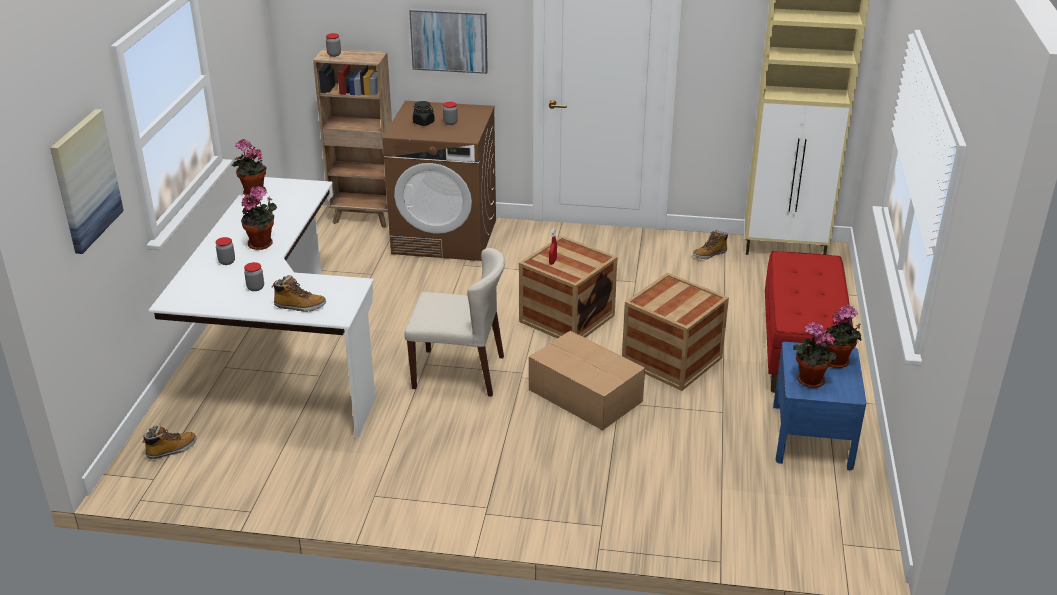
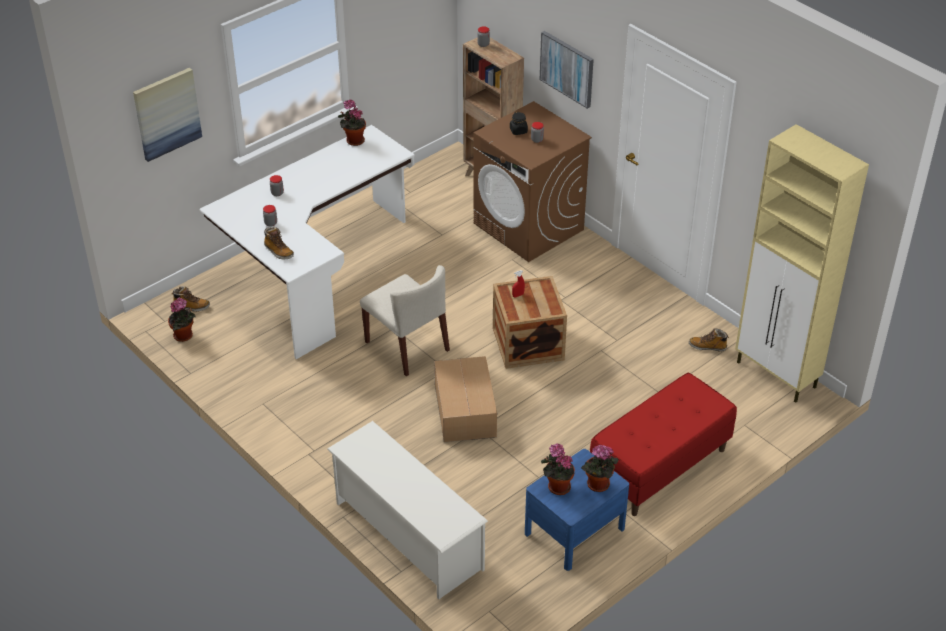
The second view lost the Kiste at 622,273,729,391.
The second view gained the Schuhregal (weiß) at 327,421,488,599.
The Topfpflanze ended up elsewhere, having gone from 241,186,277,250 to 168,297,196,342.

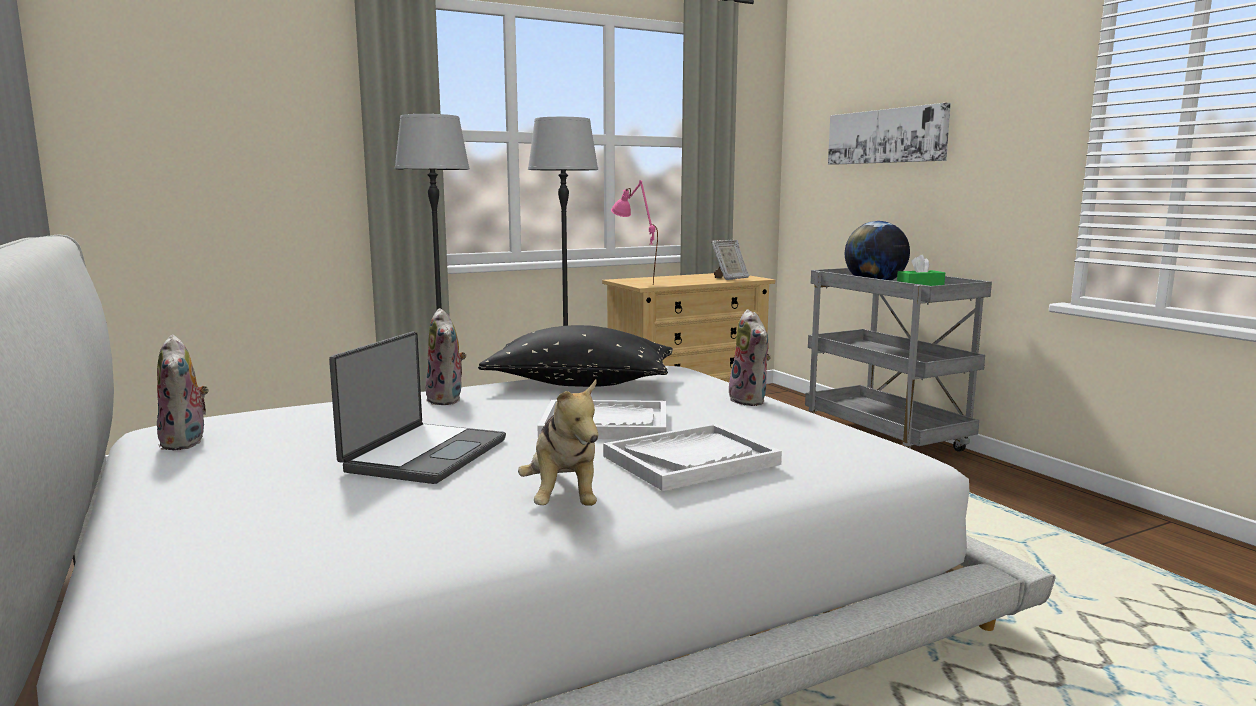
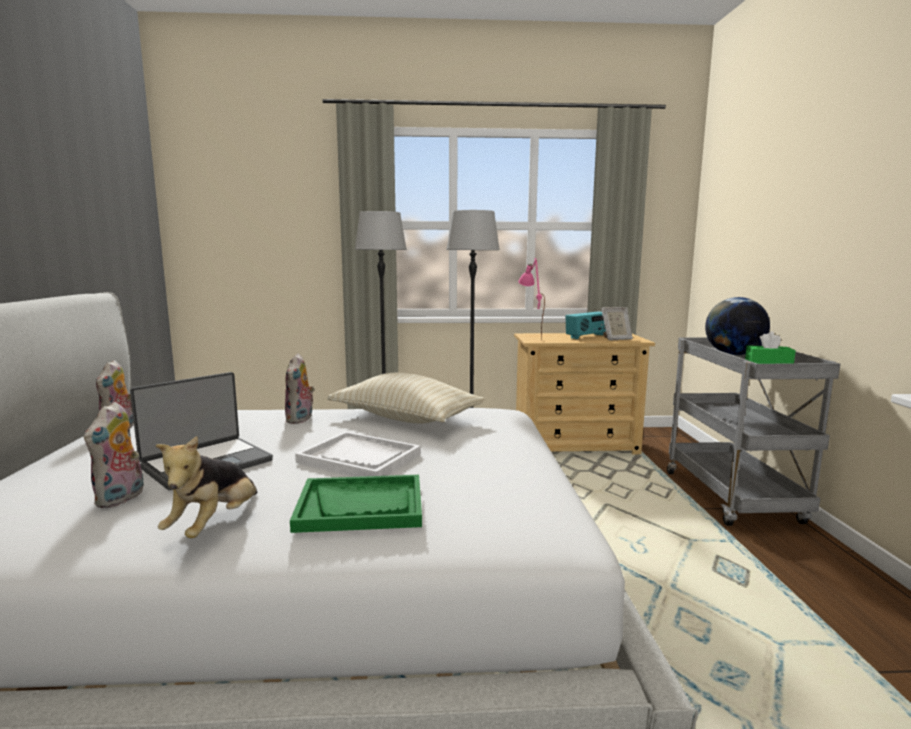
The second view lost the Bild at 828,103,951,165.
The second view gained the Radio at 566,311,606,339.
The Plüschtier ended up elsewhere, having gone from 729,309,770,406 to 84,402,144,508.
What was the Kissen (schwarz) at 478,325,673,387 turned into the Kissen (beige) at 327,373,485,424.
What was the Tablett (weiß) at 603,423,782,491 turned into the Tablett (grün) at 290,475,422,533.

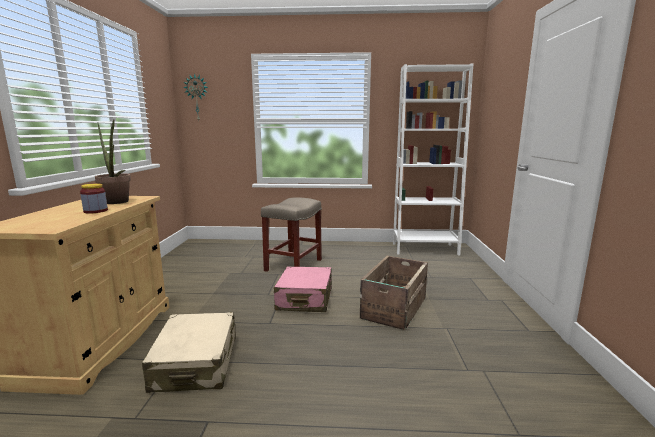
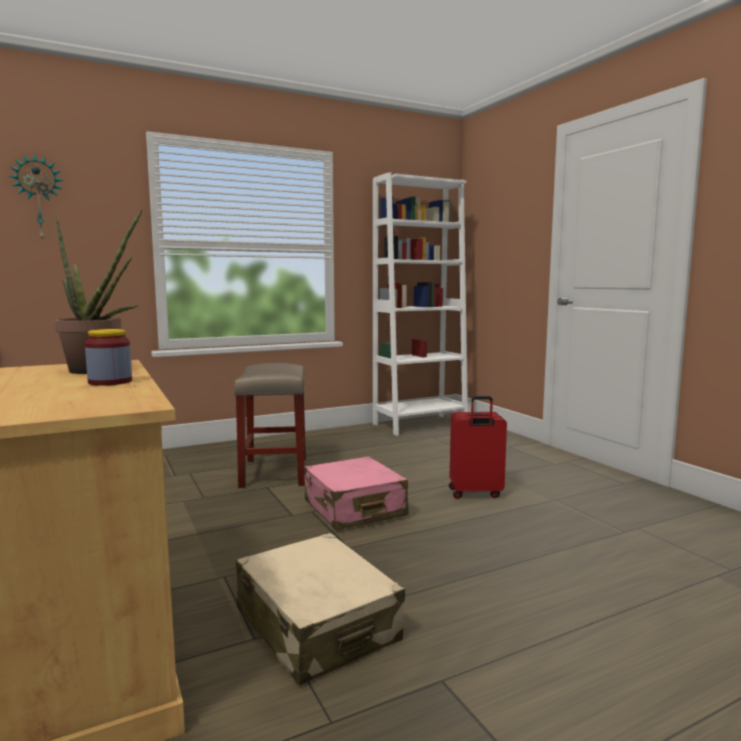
Where the Kiste stood at 360,256,428,330, the Koffer (rot) came to stand at 449,396,507,499.

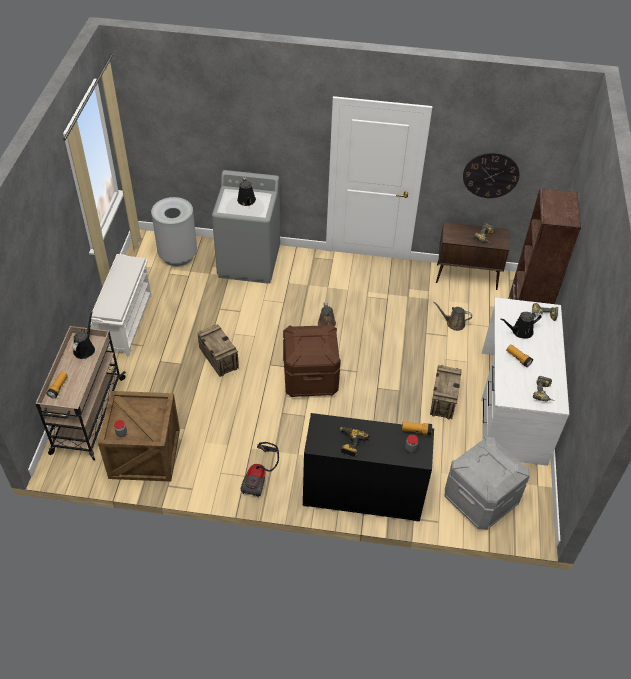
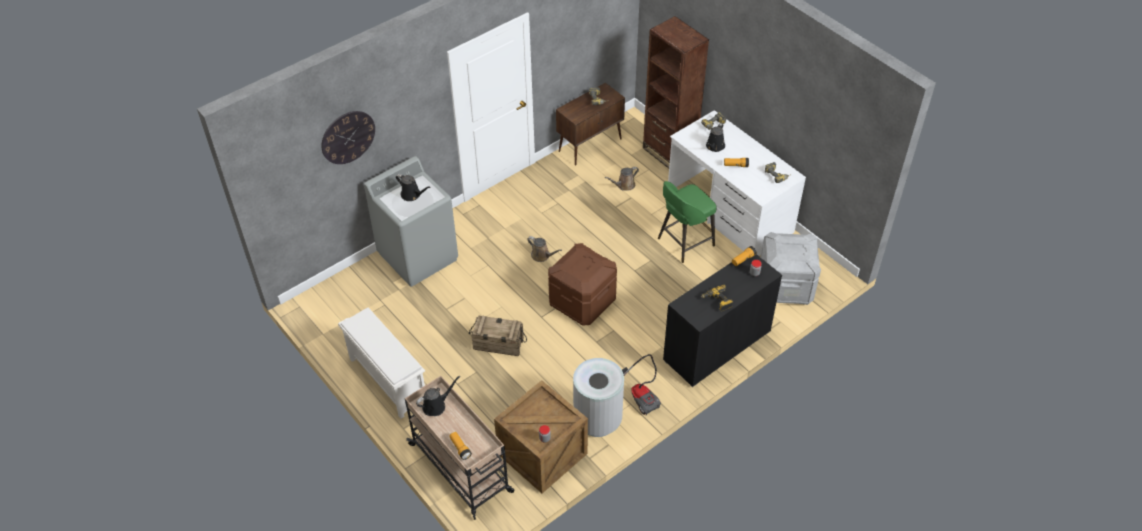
The Mülleimer (grau) ended up elsewhere, having gone from 151,197,197,266 to 573,358,624,437.
The Wanduhr ended up elsewhere, having gone from 463,152,519,198 to 321,111,375,164.
Where the Kiste stood at 430,365,462,420, the Hocker (grün) came to stand at 658,181,717,263.
The Gießkanne (schwarz) at 73,311,95,359 ended up facing another way, 90 degrees clockwise from before.

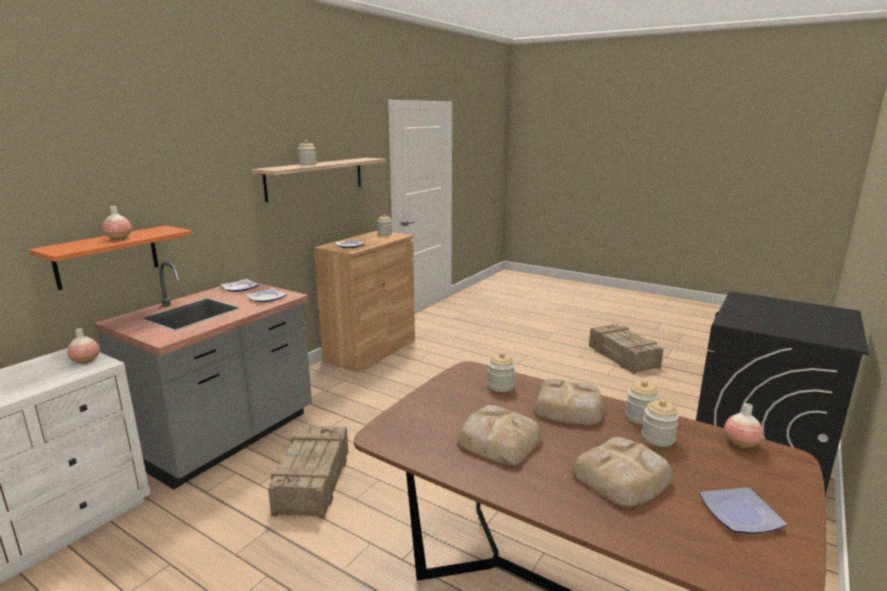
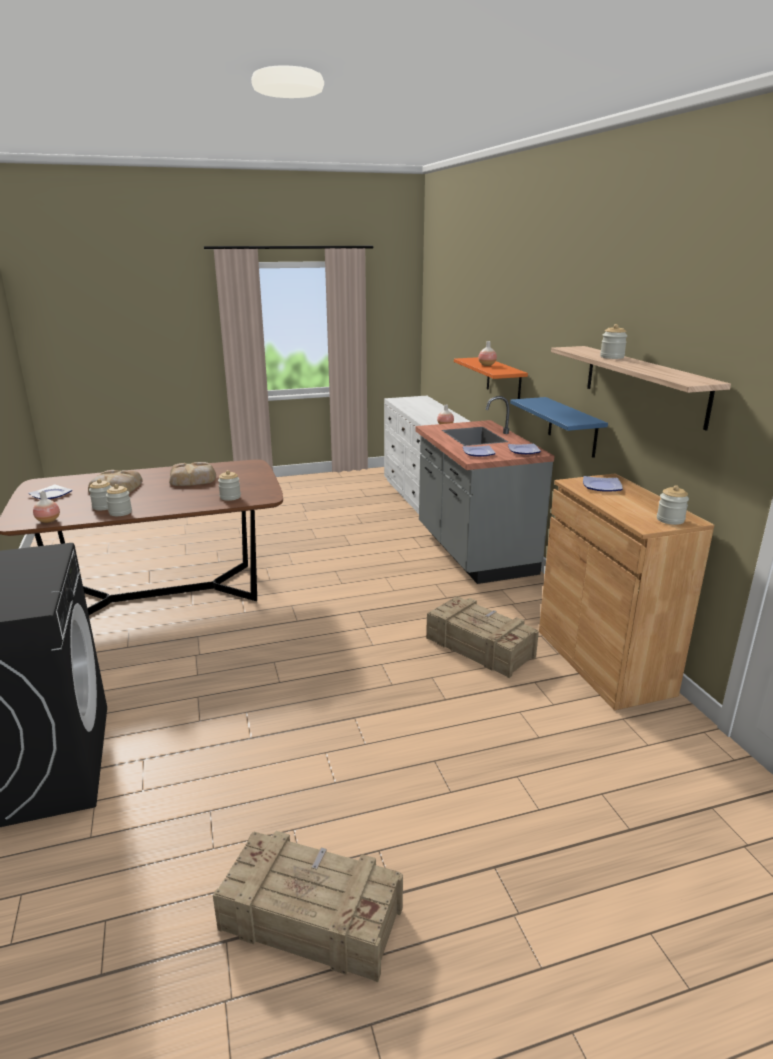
The second view lost the Brot at 534,379,605,425.
The second view gained the Wandregal (blau) at 510,397,608,458.
The Kiste ended up elsewhere, having gone from 268,426,348,519 to 426,596,539,678.

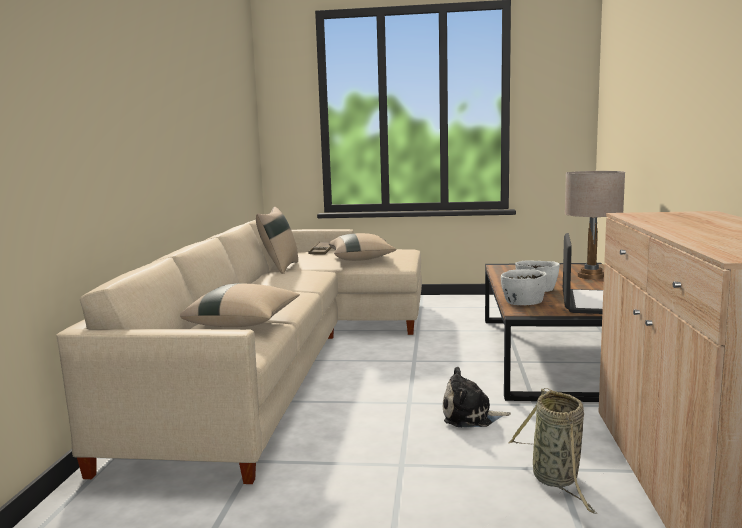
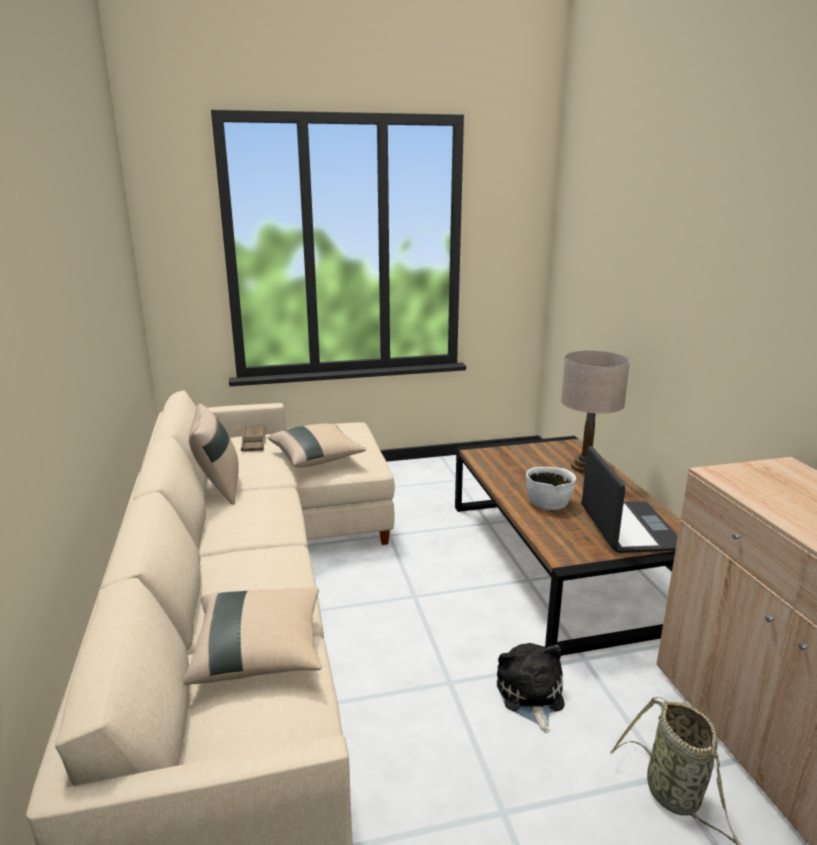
The second view lost the Schüssel (weiß) at 501,269,547,305.
The Plüschtier at 443,367,511,427 ended up facing another way, 105 degrees clockwise from before.

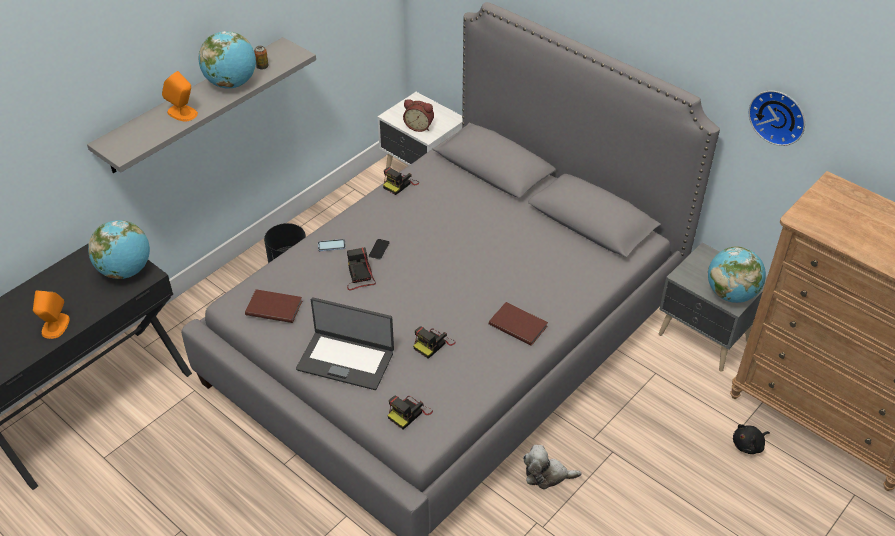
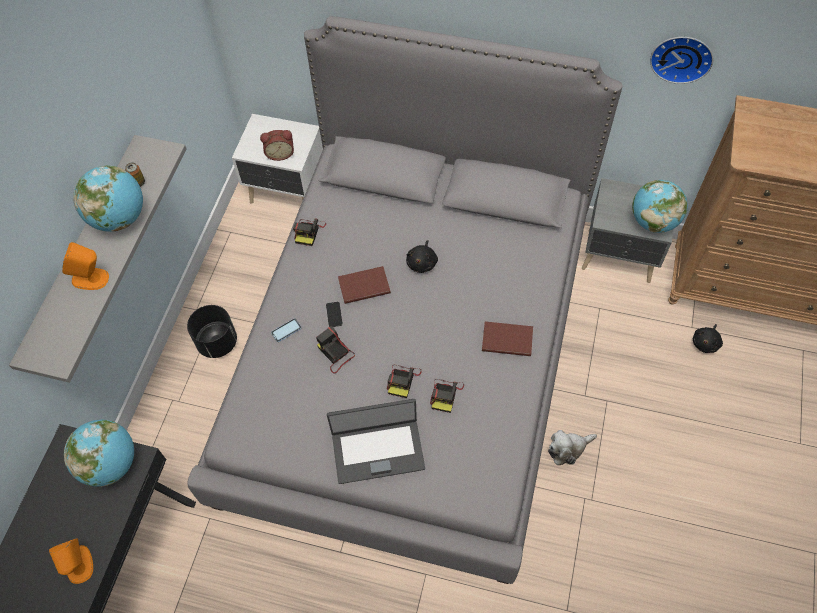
The second view gained the Plüschtier (schwarz) at 406,240,438,273.
The Buch (braun) ended up elsewhere, having gone from 245,289,302,323 to 338,266,391,304.
The Kamera ended up elsewhere, having gone from 387,396,433,429 to 387,365,422,398.

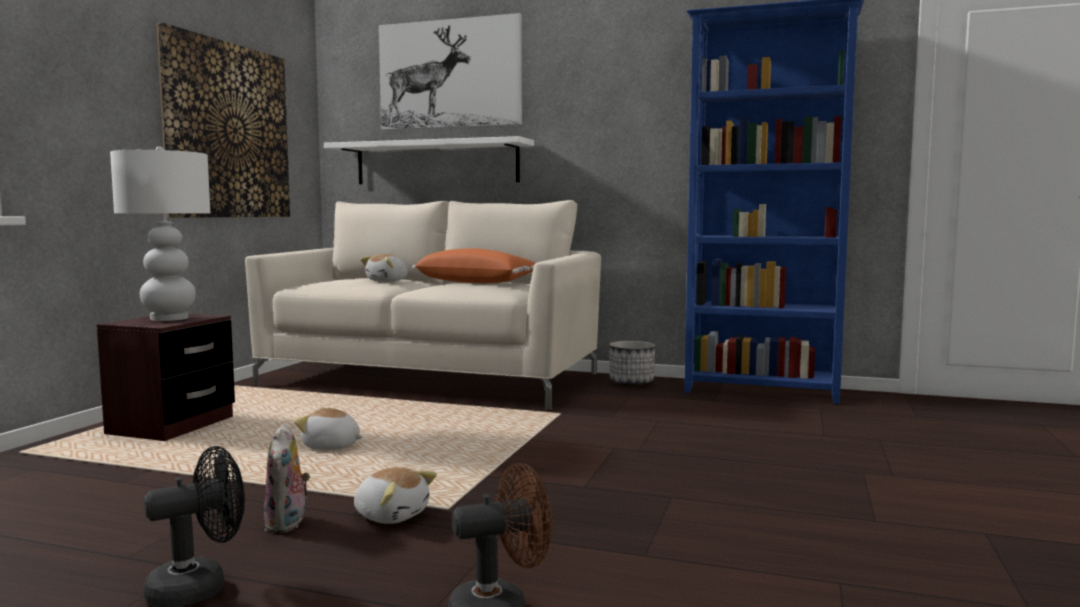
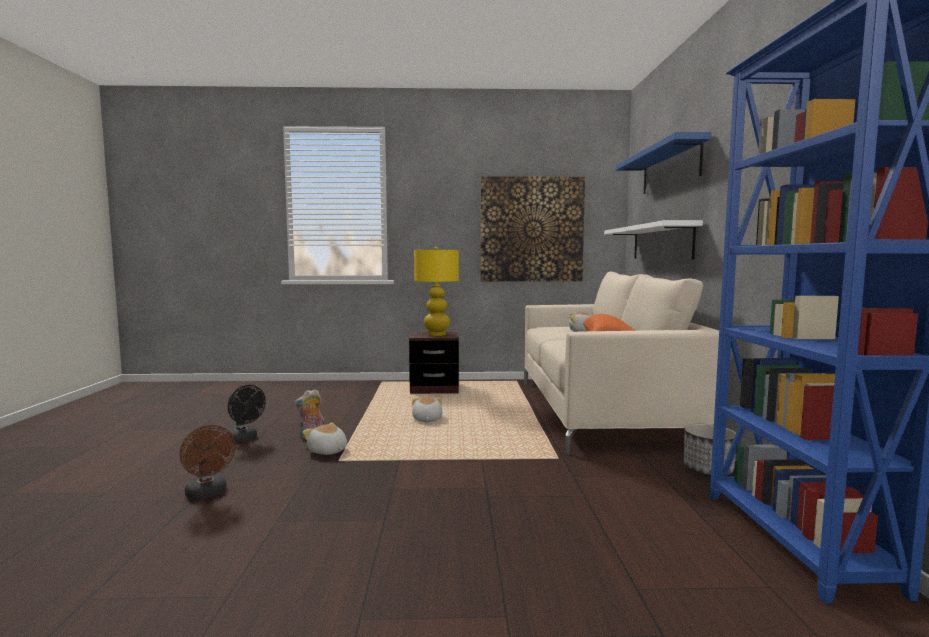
Where the Bild hung at 379,13,522,130, the Wandregal (blau) came to hang at 615,132,711,194.
What was the Tischlampe (weiß) at 110,146,210,321 turned into the Tischlampe (gelb) at 414,247,459,336.
The Plüschtier at 354,467,437,524 ended up facing another way, 120 degrees clockwise from before.

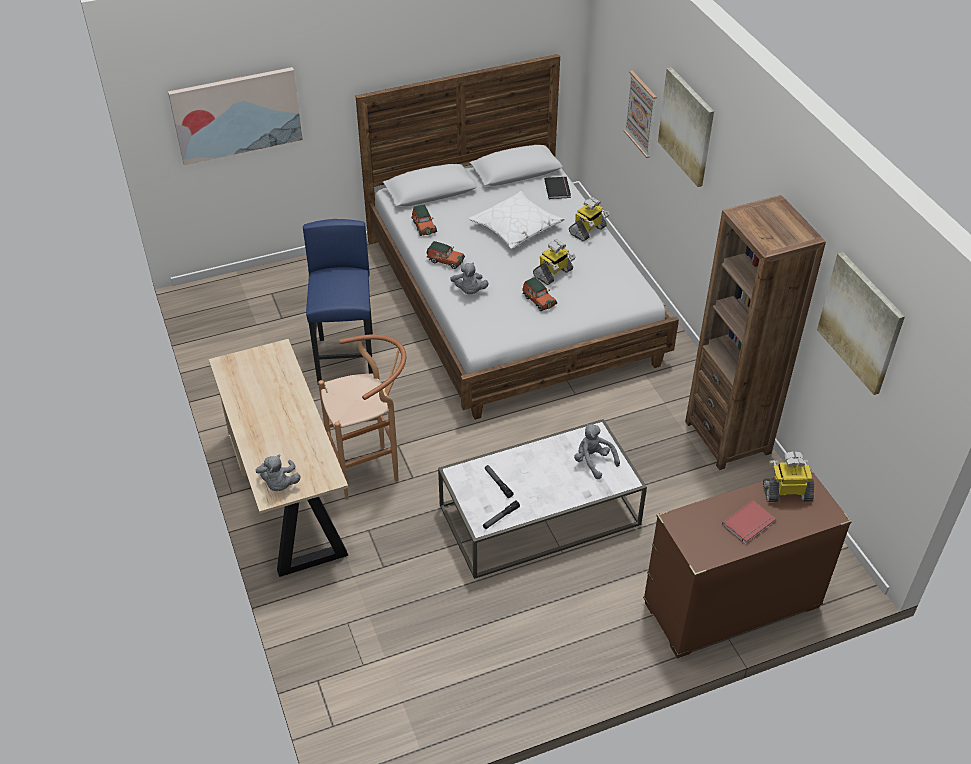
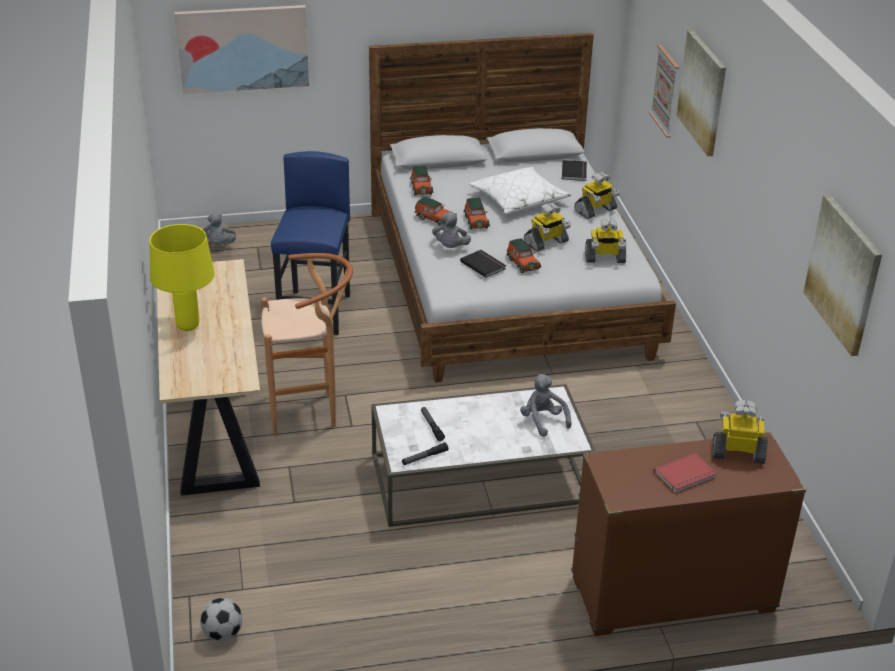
The second view lost the Bücherregal (braun) at 685,195,826,470.
The second view gained the Tischlampe (gelb) at 149,224,214,331.
The second view gained the Fußball at 200,598,242,641.
The second view gained the Buch (schwarz) at 460,250,506,278.
The second view gained the Spielzeugauto at 464,198,490,230.
The second view gained the Spielzeugroboter at 585,218,626,263.
The Plüschtier (grau) ended up elsewhere, having gone from 256,455,301,491 to 203,213,236,245.

